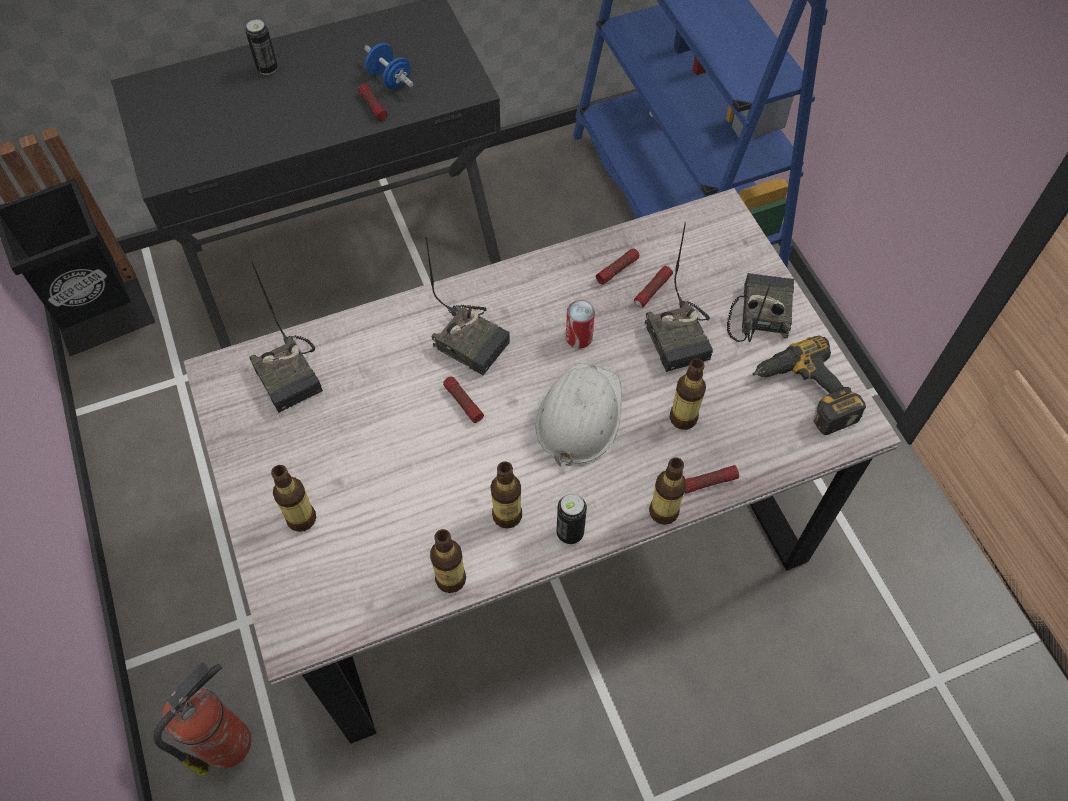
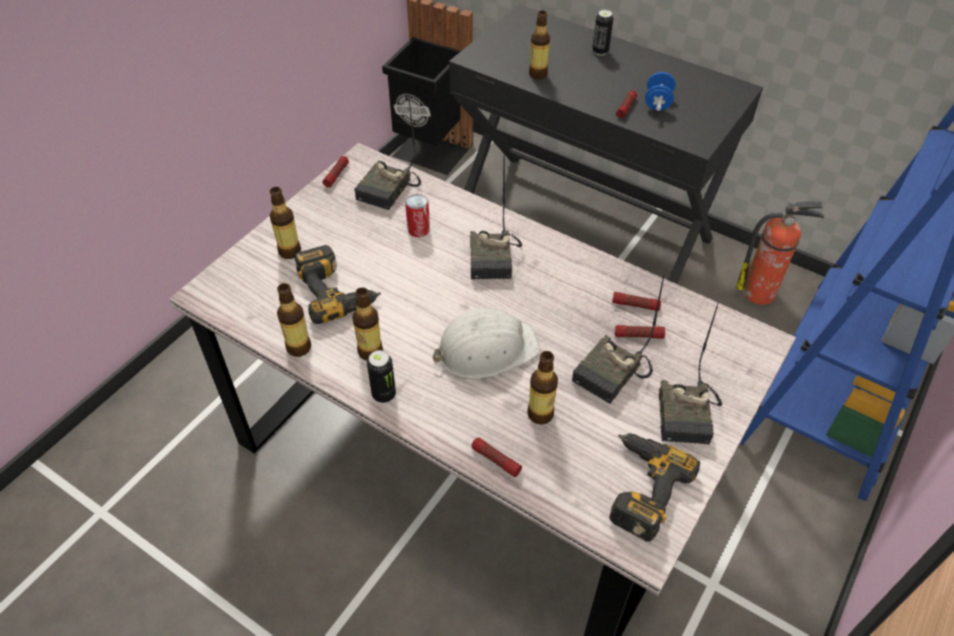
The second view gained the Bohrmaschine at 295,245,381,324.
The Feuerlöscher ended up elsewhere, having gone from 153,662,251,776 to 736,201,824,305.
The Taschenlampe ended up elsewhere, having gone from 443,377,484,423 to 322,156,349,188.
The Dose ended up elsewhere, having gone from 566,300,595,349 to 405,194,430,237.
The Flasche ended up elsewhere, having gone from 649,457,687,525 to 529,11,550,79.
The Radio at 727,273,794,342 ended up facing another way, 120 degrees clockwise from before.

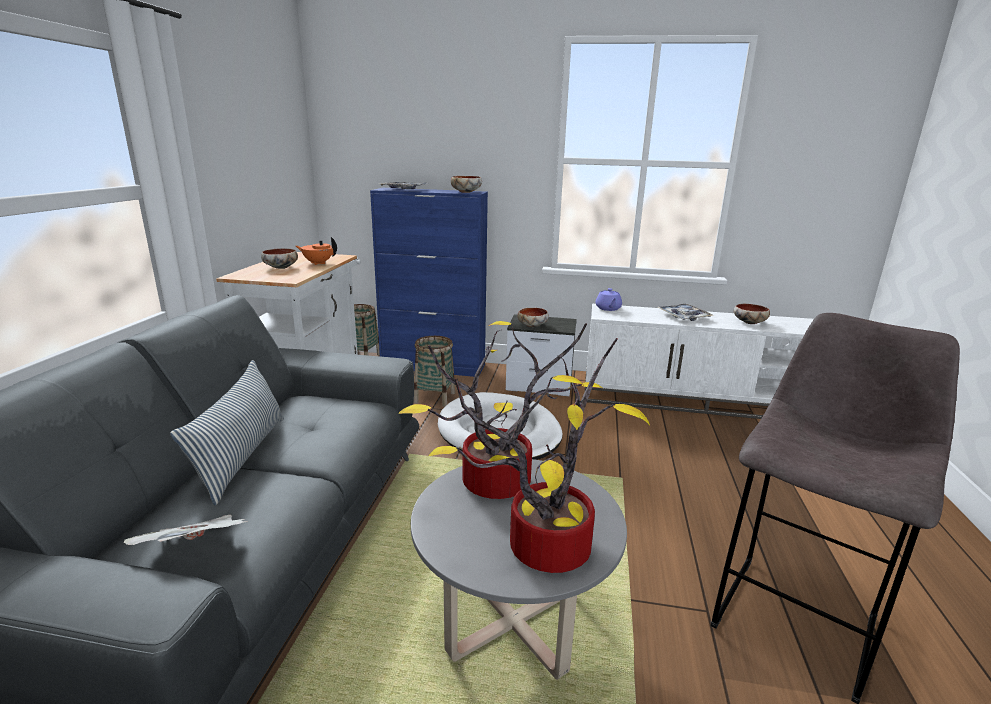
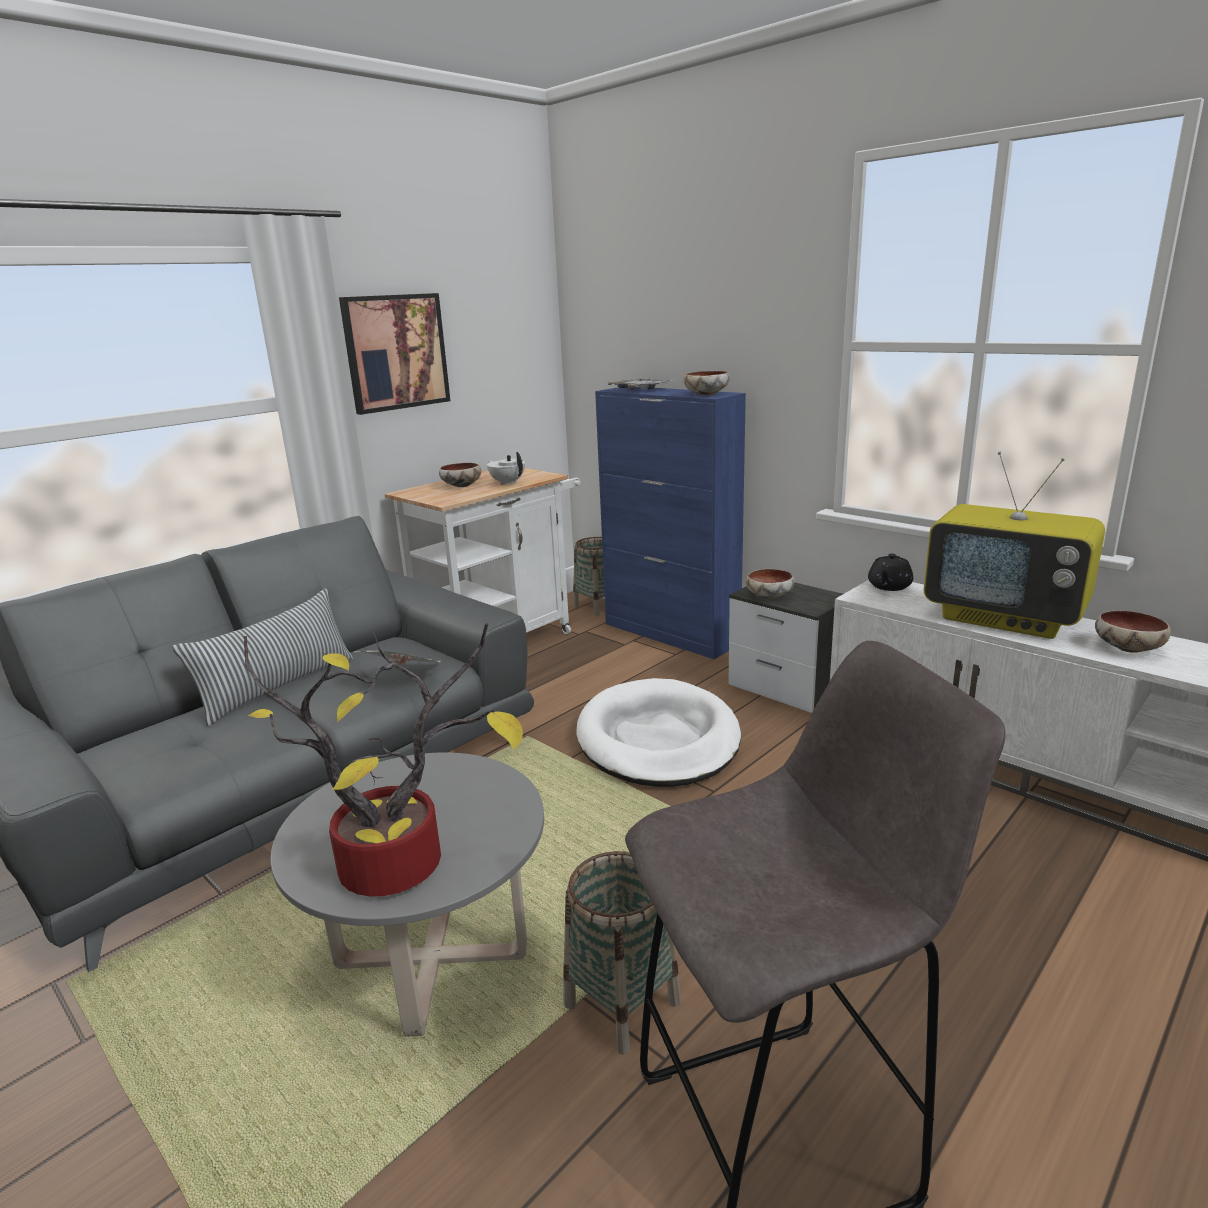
The second view lost the Topfpflanze at 398,321,602,499.
The second view gained the Bild at 339,293,450,415.
The Zeitung ended up elsewhere, having gone from 124,515,249,545 to 354,650,442,665.
The Korb ended up elsewhere, having gone from 414,336,455,407 to 563,851,681,1055.
Where the Tablett stood at 657,304,713,321, the Fernseher came to stand at 924,451,1105,639.
What was the Teekanne (orange) at 296,237,337,265 turned into the Teekanne (weiß) at 487,452,525,485.
What was the Teekanne (lila) at 595,288,622,311 turned into the Teekanne (schwarz) at 868,554,913,591.

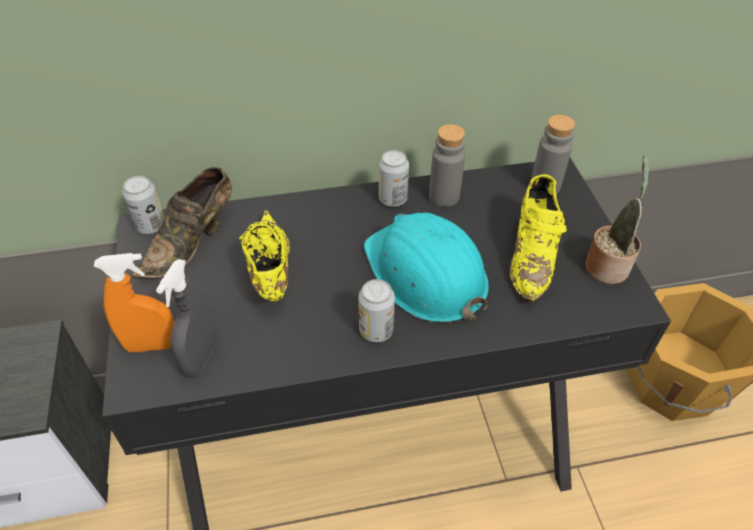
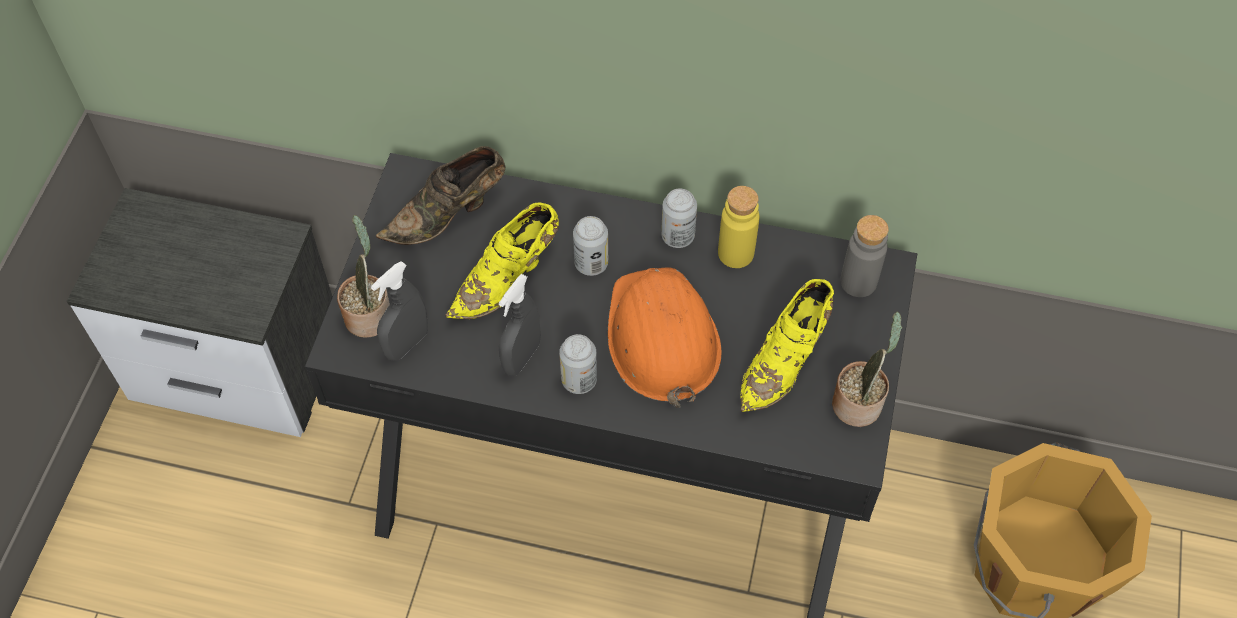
The second view gained the Sprühflasche (grau) at 499,274,541,376.
The Dose ended up elsewhere, having gone from 122,176,165,234 to 573,216,608,276.
Where the Sprühflasche (orange) stood at 94,253,174,353, the Topfpflanze came to stand at 337,215,390,338.
What was the Schutzhelm (türkis) at 364,213,489,322 turned into the Schutzhelm (orange) at 608,267,722,408.
What was the Flasche (grau) at 429,124,465,207 turned into the Flasche (gelb) at 718,186,760,268.
The Schuh (gelb) at 239,210,291,301 ended up facing another way, 150 degrees counterclockwise from before.

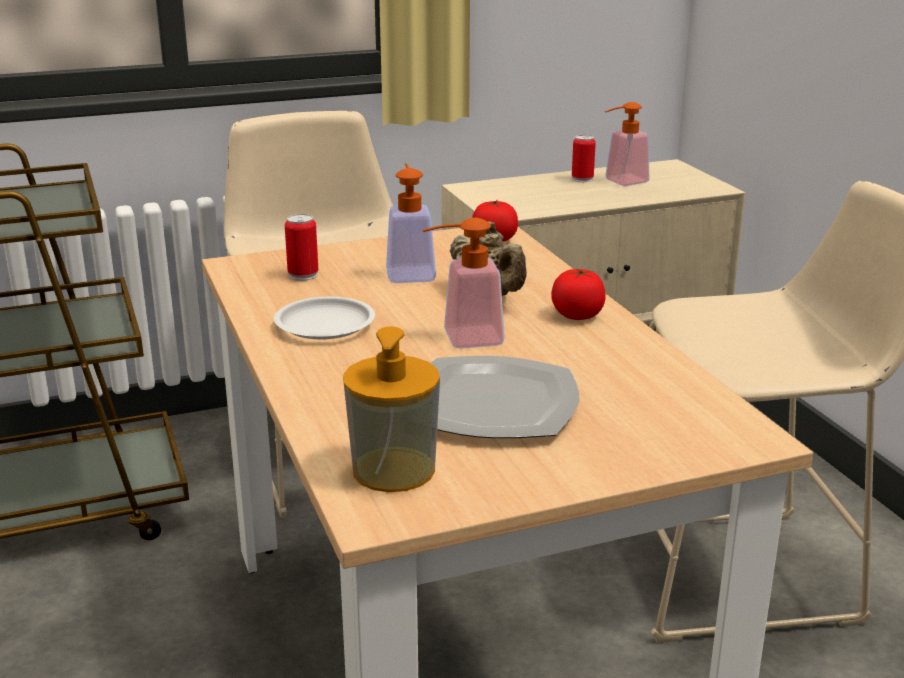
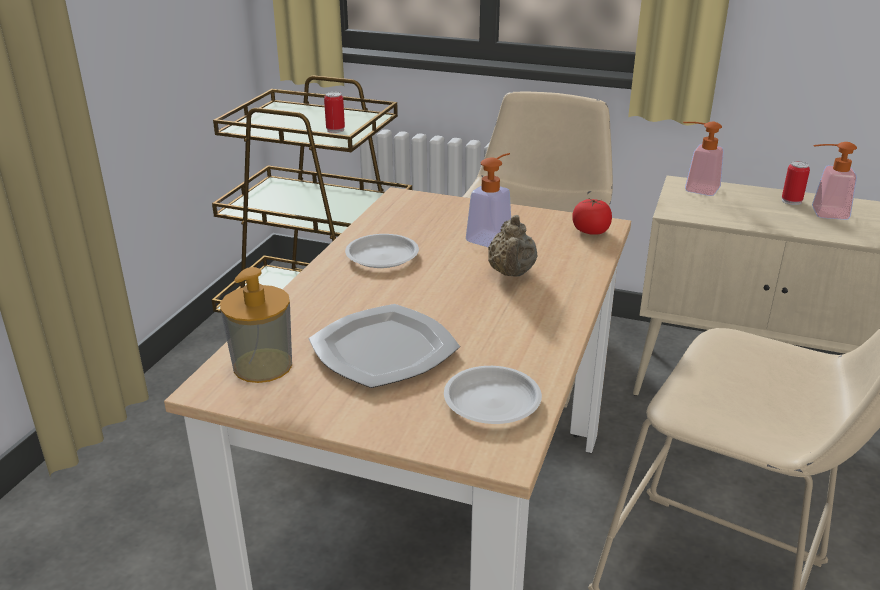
The second view lost the Tomate at 551,268,605,320.
The second view gained the Teller (weiß) at 444,366,542,424.
The Dose ended up elsewhere, having gone from 285,214,318,281 to 324,92,345,133.
The Seifenspender ended up elsewhere, having gone from 422,218,505,349 to 683,122,724,196.

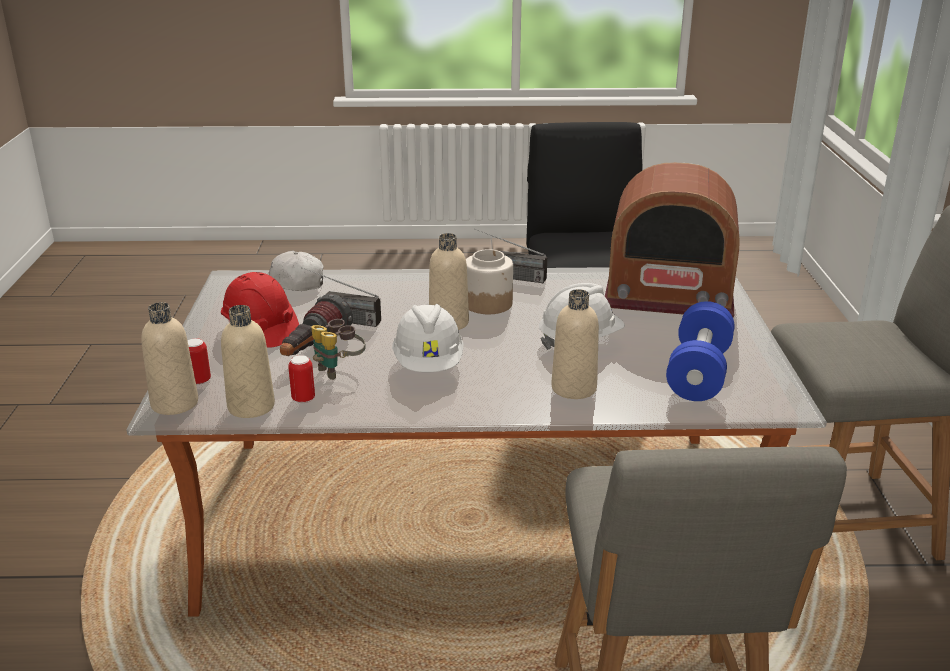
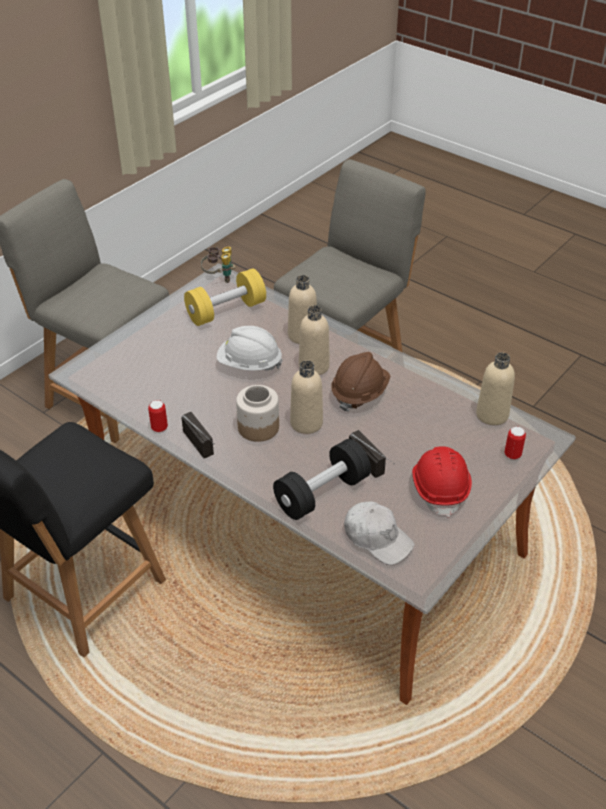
The second view lost the Taschenlampe at 280,294,353,356.
The second view lost the Radio at 605,162,739,317.
The second view gained the Hantel (schwarz) at 273,439,371,520.
The Flasche (beige) ended up elsewhere, having gone from 141,302,198,415 to 299,305,330,375.
The Dose ended up elsewhere, having gone from 288,355,315,403 to 148,400,168,432.
The Fernglas ended up elsewhere, having gone from 311,319,366,380 to 201,246,236,283.
What was the Schutzhelm (weiß) at 392,304,464,372 turned into the Schutzhelm (braun) at 331,352,391,412.
What was the Hantel (blau) at 666,301,735,401 turned into the Hantel (gelb) at 184,269,266,326.

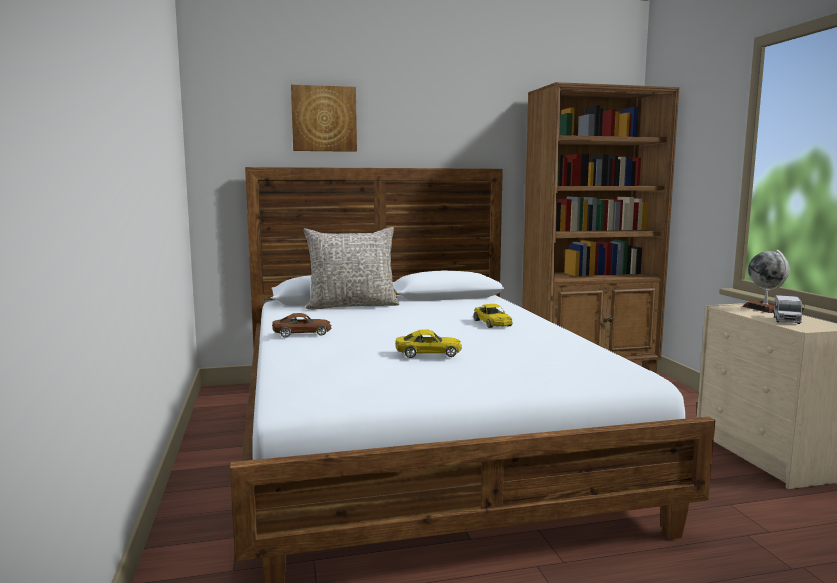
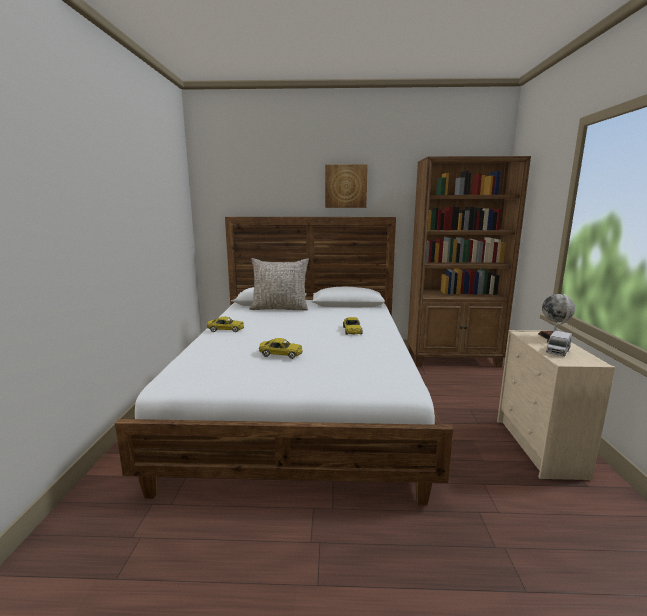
The Bild ended up elsewhere, having gone from 291,85,357,152 to 325,164,368,208.
What was the Spielzeugauto (braun) at 272,313,331,338 turned into the Spielzeugauto (gelb) at 207,317,244,332.

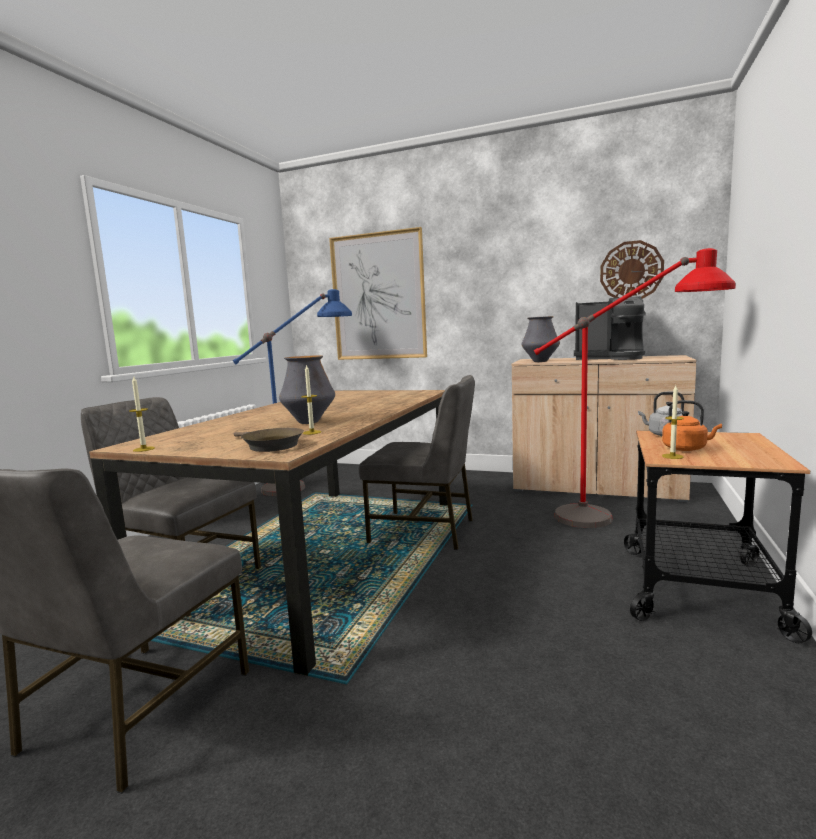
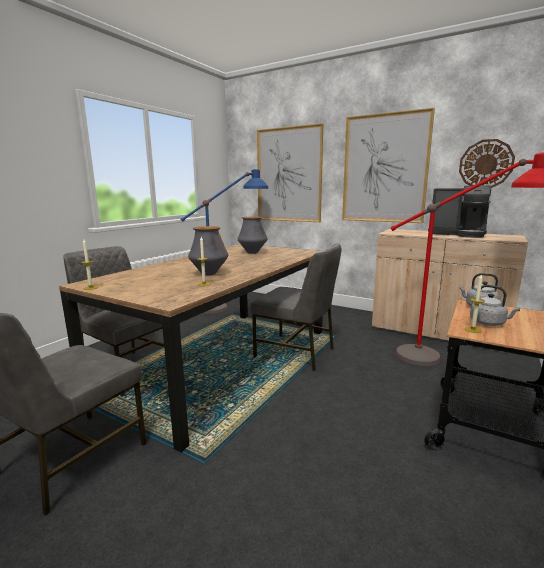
The second view lost the Pfanne (braun) at 234,428,304,452.
The second view gained the Bild at 342,108,435,223.
The Vase ended up elsewhere, having gone from 521,316,560,362 to 238,217,267,254.
What was the Wasserkessel (orange) at 662,400,722,451 turned into the Wasserkessel (grau) at 470,285,520,326.

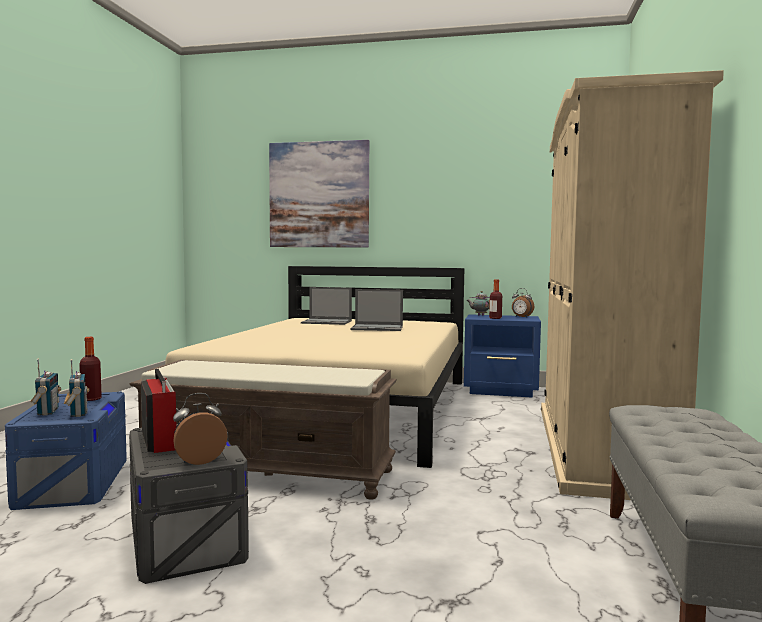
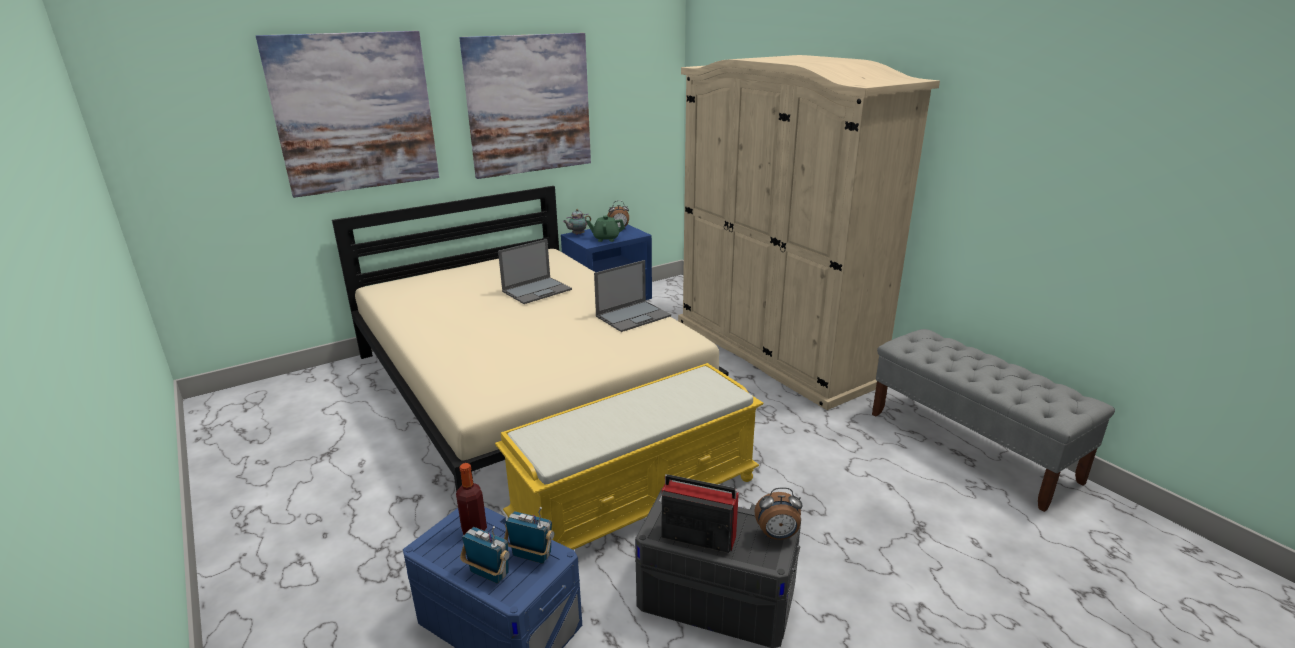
The second view gained the Bild at 459,33,591,179.
The Laptop ended up elsewhere, having gone from 301,287,352,325 to 594,260,671,332.
Where the Flasche stood at 489,279,502,319, the Teekanne (grün) came to stand at 586,215,625,242.
What was the Bank (braun) at 130,360,397,500 turned into the Bank (gelb) at 495,363,764,550.
The Wecker at 173,393,228,465 ended up facing another way, 105 degrees counterclockwise from before.

